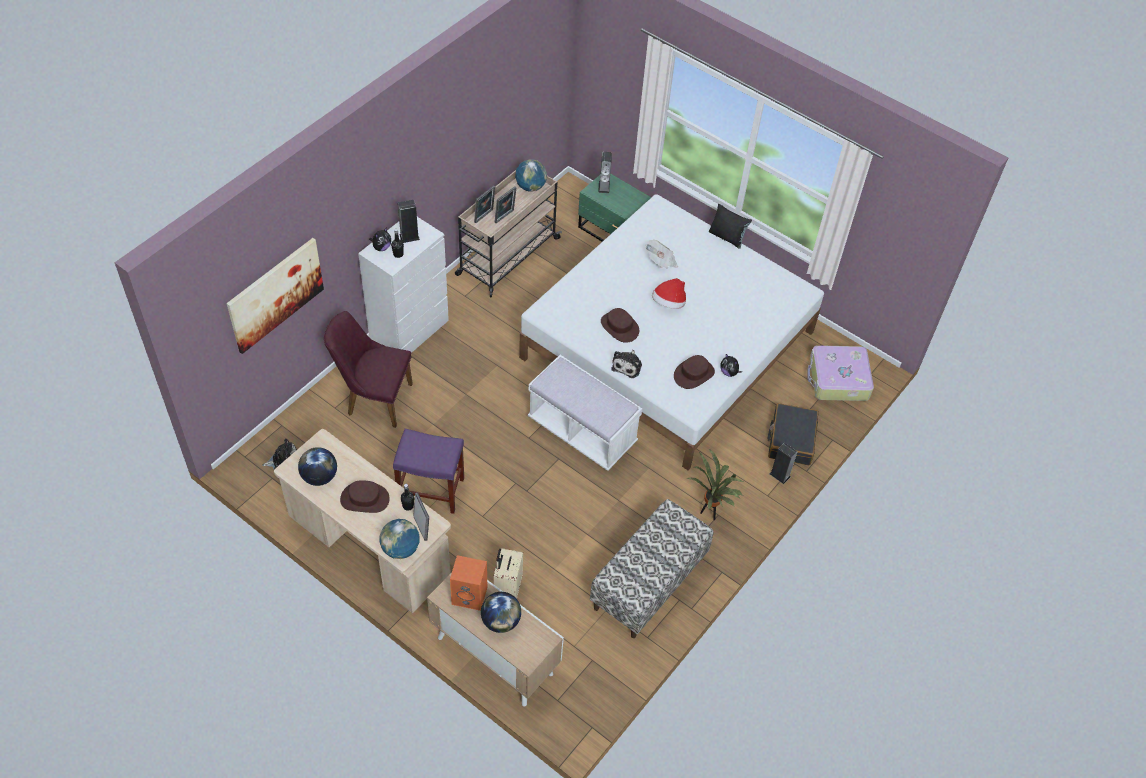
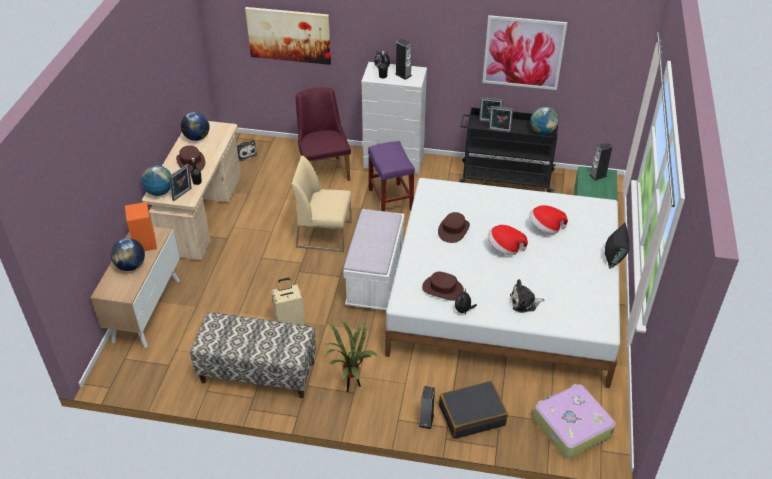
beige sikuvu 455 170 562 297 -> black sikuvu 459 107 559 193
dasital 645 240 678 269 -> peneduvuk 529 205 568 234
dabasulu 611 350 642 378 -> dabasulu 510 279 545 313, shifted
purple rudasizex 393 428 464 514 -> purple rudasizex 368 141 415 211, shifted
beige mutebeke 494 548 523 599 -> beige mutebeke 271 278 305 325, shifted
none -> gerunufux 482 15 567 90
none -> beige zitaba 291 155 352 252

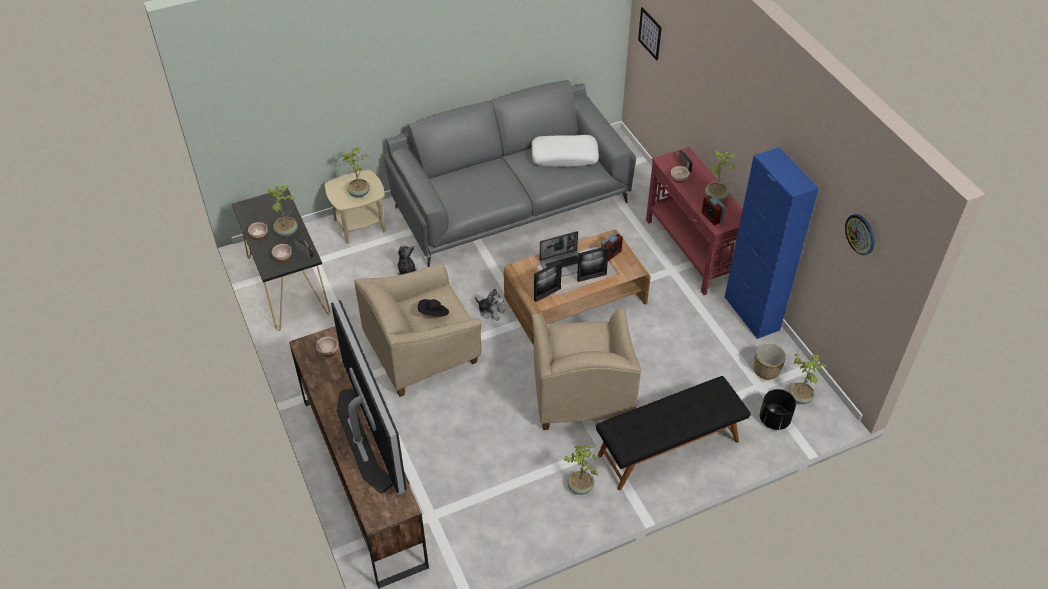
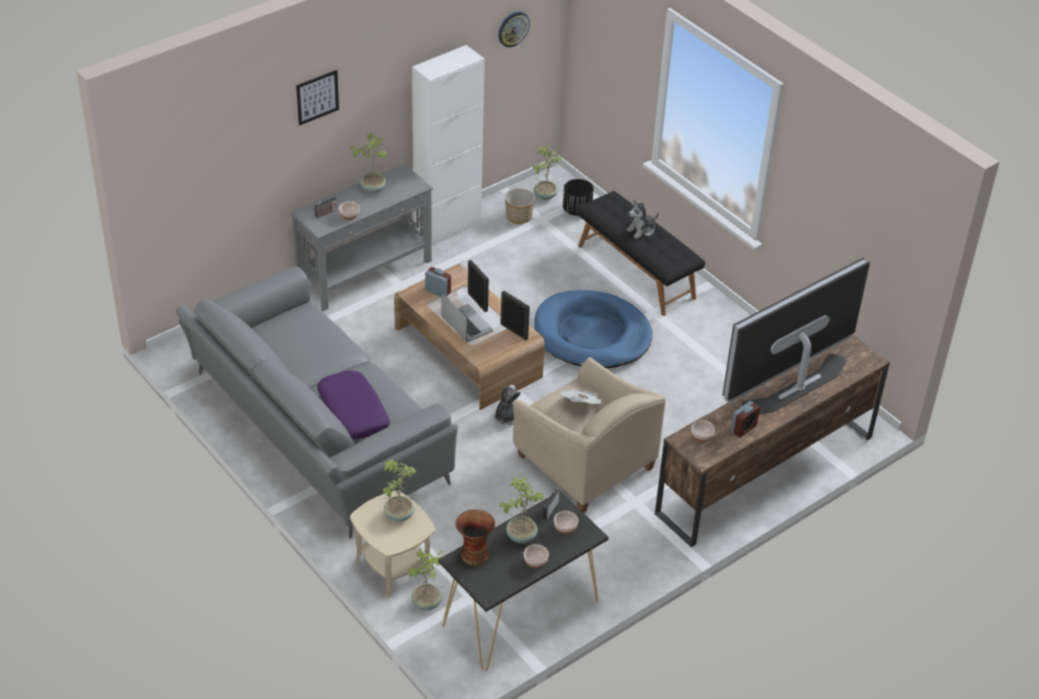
gerunufux 638 7 662 61 -> gerunufux 296 70 339 125, shifted
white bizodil 531 135 599 167 -> none
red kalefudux 646 147 743 295 -> grey kalefudux 291 163 433 311
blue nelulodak 724 147 819 339 -> white nelulodak 412 45 485 245
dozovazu 702 194 725 225 -> dozovazu 730 401 760 437, shifted
dabasulu 397 244 417 275 -> dabasulu 626 200 659 239, shifted
black peneduvuk 418 299 449 317 -> dasital 560 389 602 404
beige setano 532 308 641 430 -> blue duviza 534 290 652 369
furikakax 564 445 598 495 -> furikakax 407 549 444 610, shifted
none -> purple bizodil 317 370 390 439
none -> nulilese 456 509 495 566

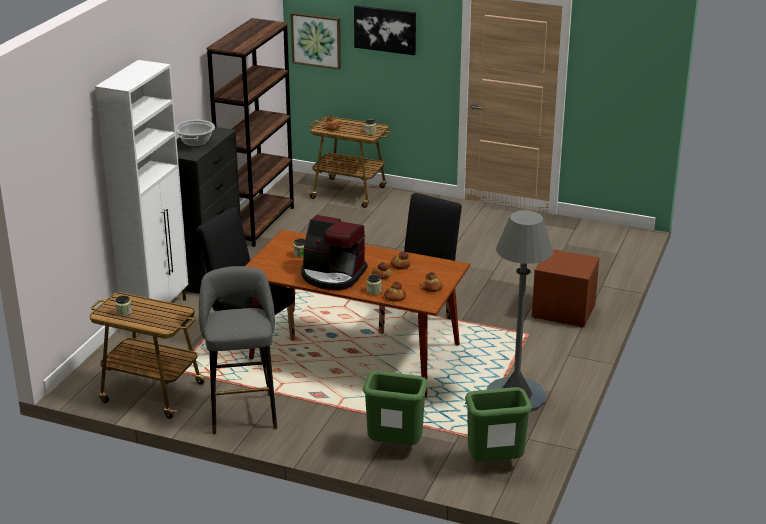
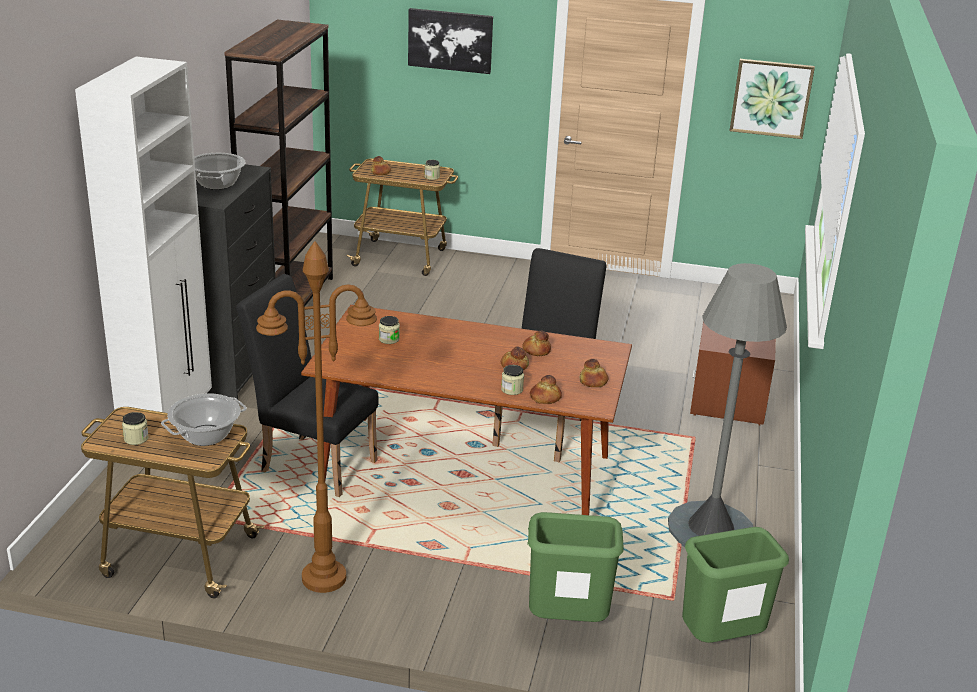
gerunufux 290 12 341 70 -> gerunufux 729 59 815 139, shifted
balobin 301 215 368 290 -> none
grey rudasizex 199 266 277 434 -> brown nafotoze 256 241 377 593
none -> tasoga 161 393 247 446

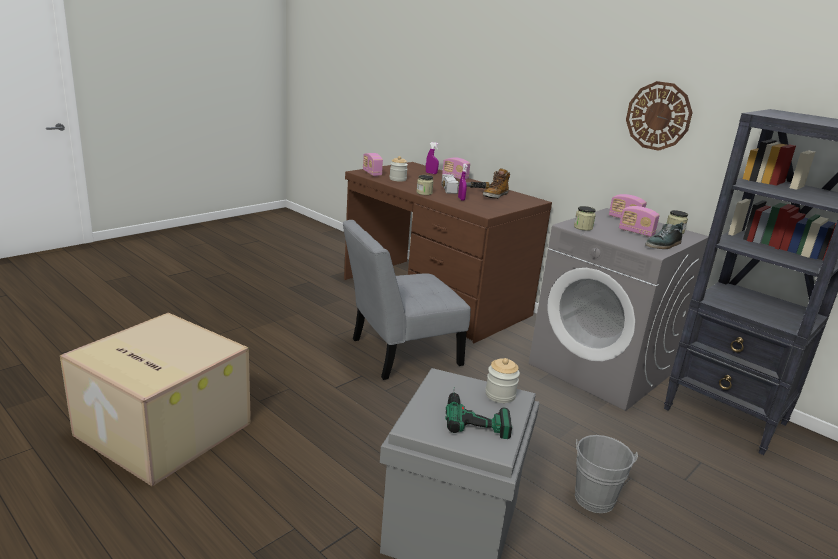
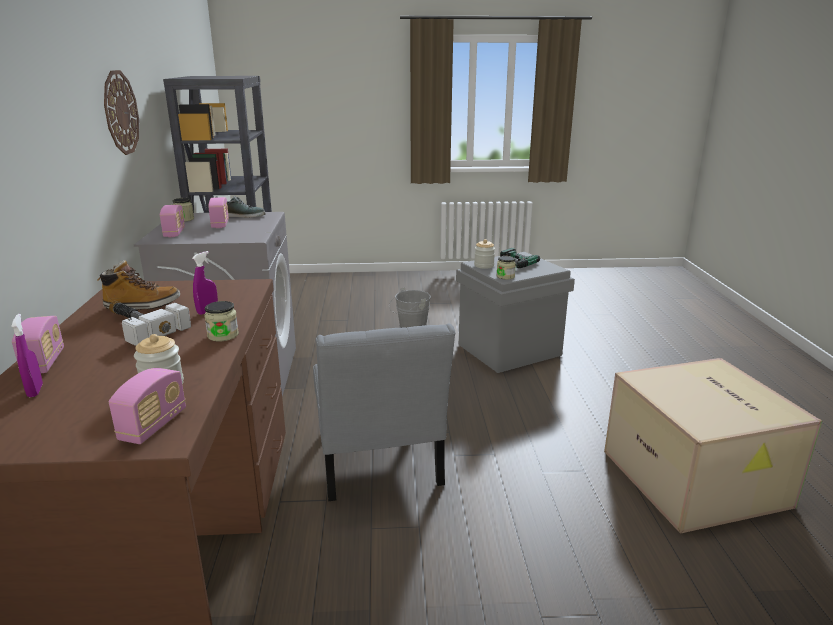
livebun 574 206 596 231 -> livebun 497 256 516 279, shifted
grey zitaba 342 220 471 380 -> grey zitaba 313 323 456 501, 60 degrees clockwise

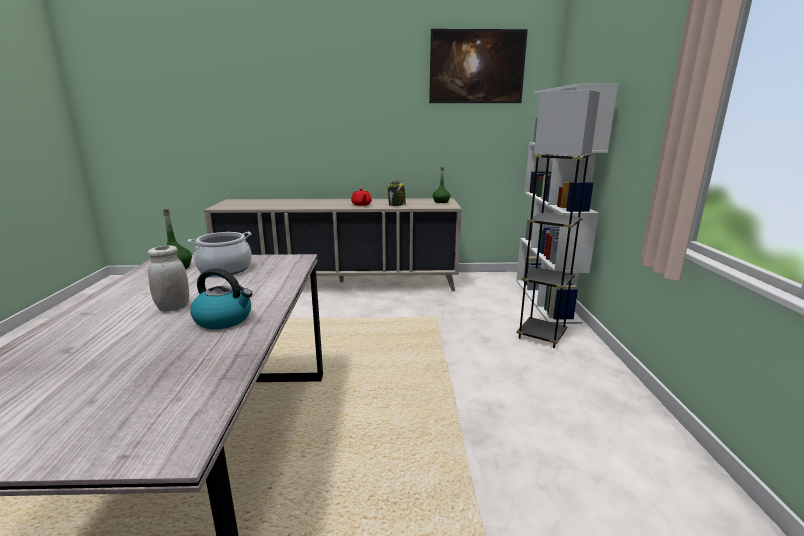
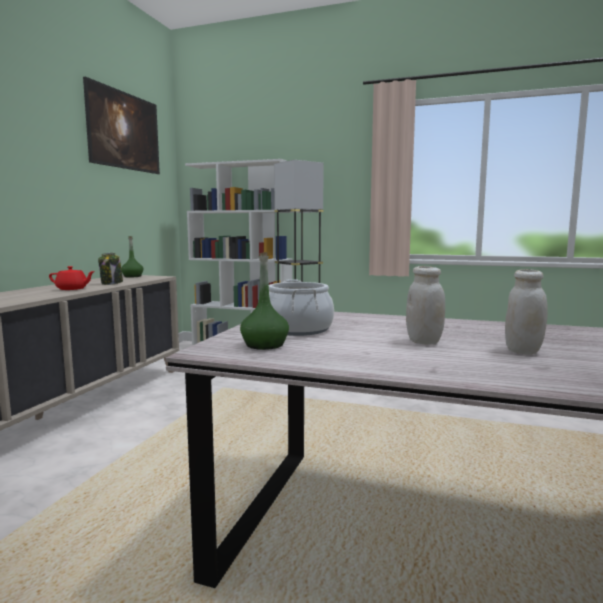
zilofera 190 268 253 330 -> none
none -> white livebun 505 269 548 355

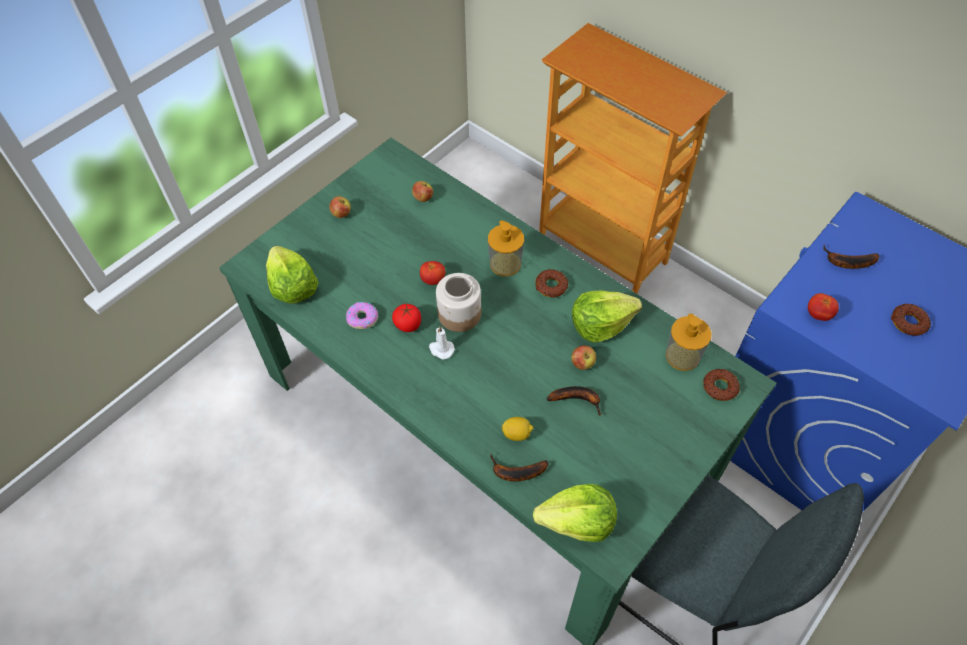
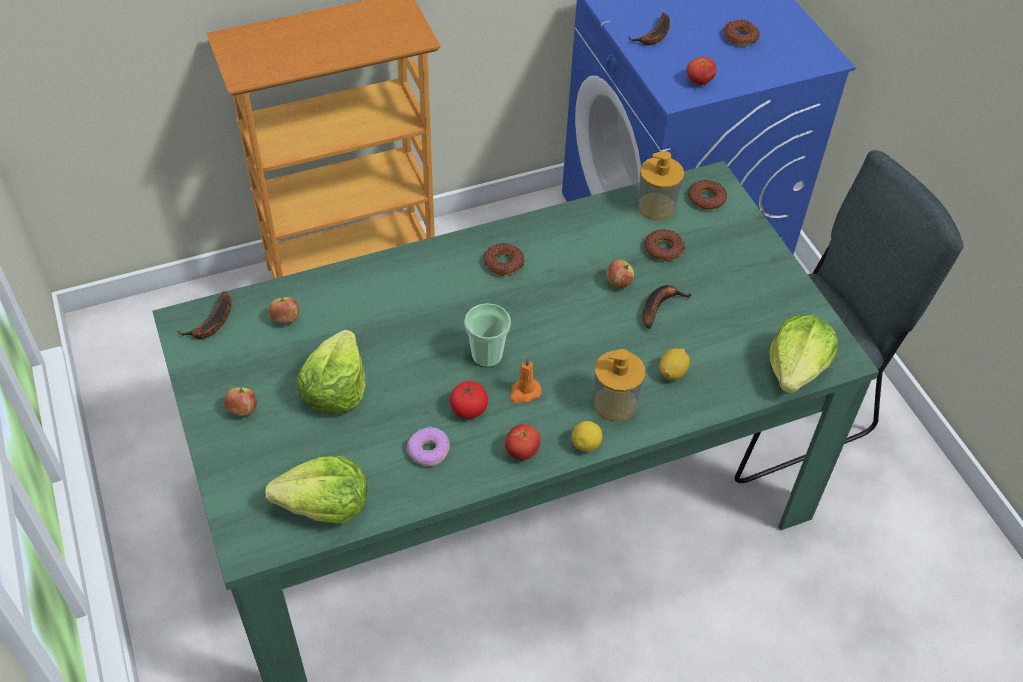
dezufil 488 220 524 276 -> dezufil 593 349 645 422, shifted
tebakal 420 261 446 285 -> tebakal 505 424 541 460, shifted
livebun 436 273 481 332 -> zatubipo 464 303 511 368
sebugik 572 290 642 343 -> sebugik 296 330 366 413, shifted
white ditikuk 429 326 455 359 -> orange ditikuk 509 357 542 403
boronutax 490 455 549 481 -> boronutax 177 292 231 339, shifted
none -> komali 644 229 685 261
none -> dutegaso 572 421 602 452

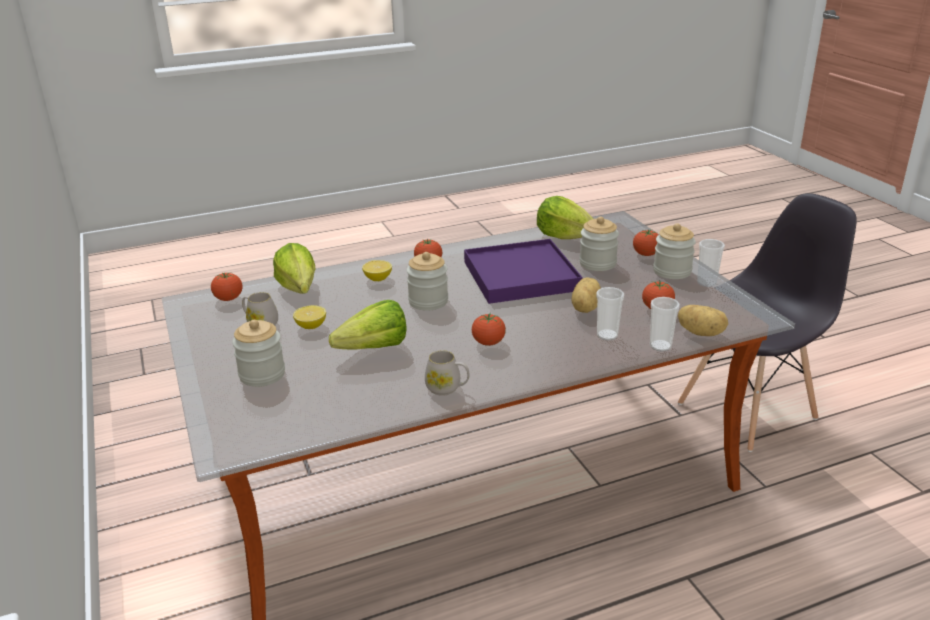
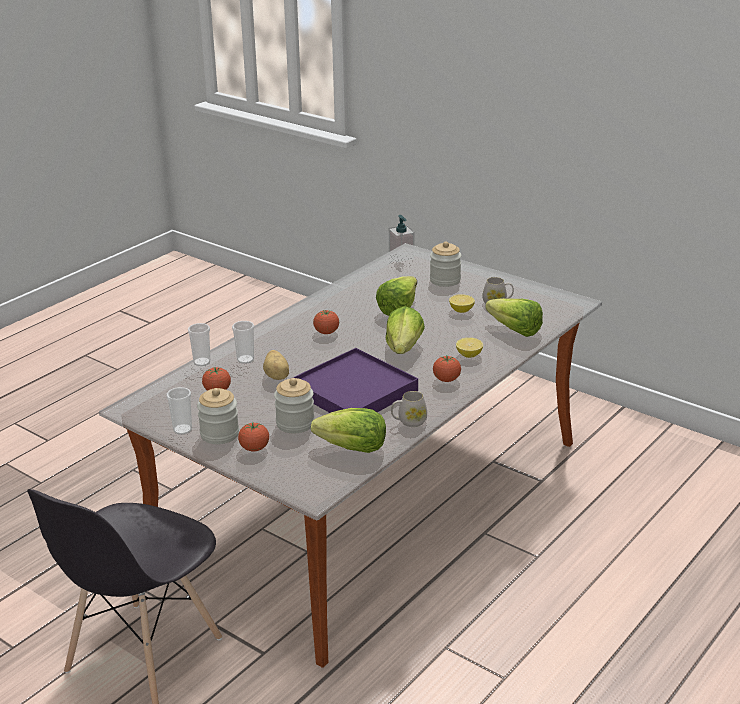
livebun 406 252 448 311 -> sebugik 386 306 425 354
tebakal 211 272 243 301 -> none
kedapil 678 305 728 336 -> none
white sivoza 425 350 470 396 -> white sivoza 391 391 427 427, shifted
none -> dezufil 389 215 414 262

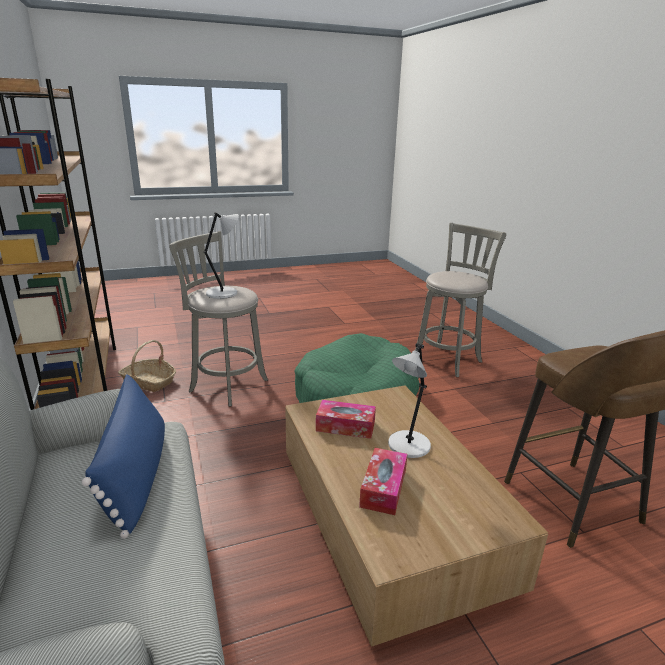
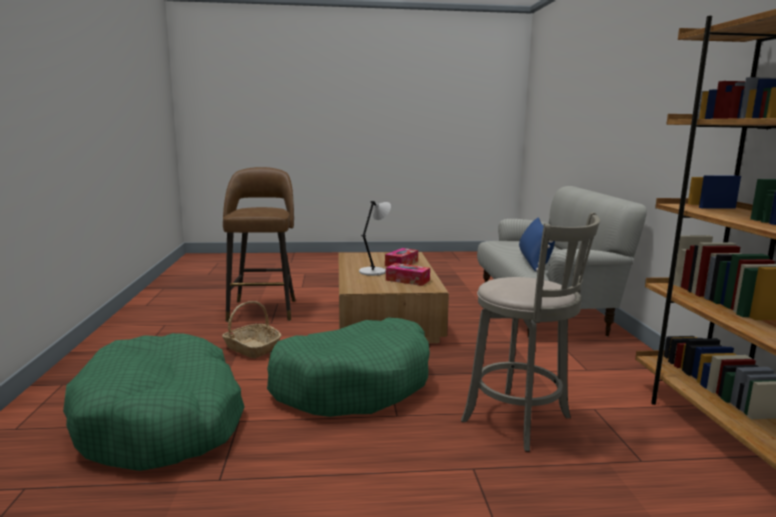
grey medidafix 204 212 239 299 -> none
grey rudasizex 415 223 506 377 -> green duviza 63 333 245 471
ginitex 118 340 176 392 -> ginitex 222 301 282 358, shifted

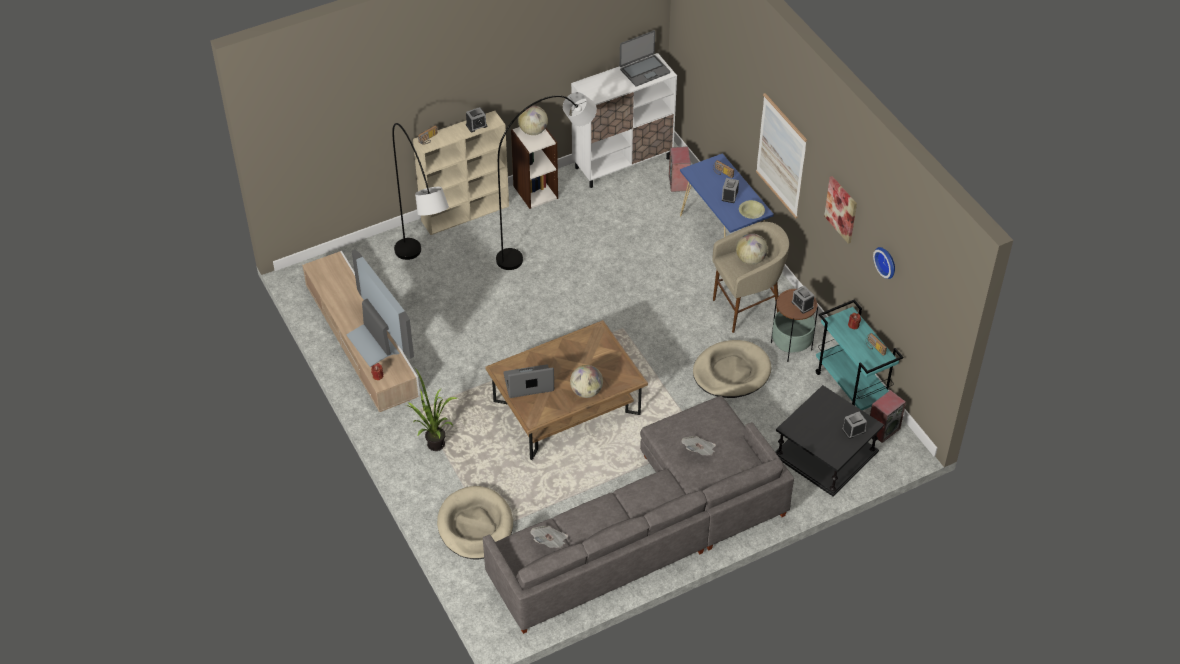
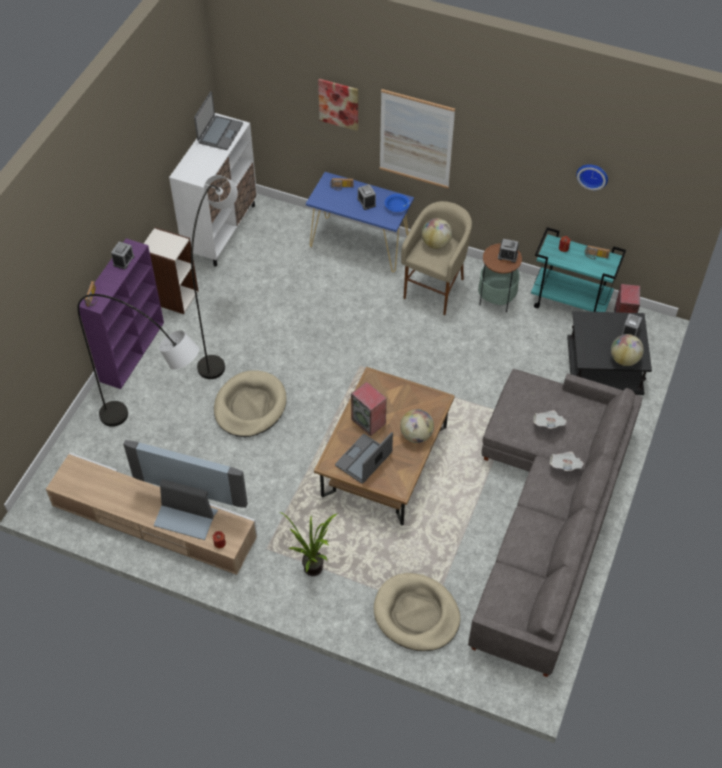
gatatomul 518 106 548 135 -> gatatomul 611 334 644 366, shifted
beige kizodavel 413 111 509 235 -> purple kizodavel 79 238 164 389
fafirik 669 147 691 192 -> fafirik 351 382 387 436, shifted
gerunufux 824 176 857 244 -> gerunufux 318 79 358 131, shifted
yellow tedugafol 739 200 765 219 -> blue tedugafol 384 194 410 212
beige duviza 693 340 771 398 -> beige duviza 214 370 287 437, shifted
dasital 530 526 568 548 -> dasital 550 452 584 471, shifted

